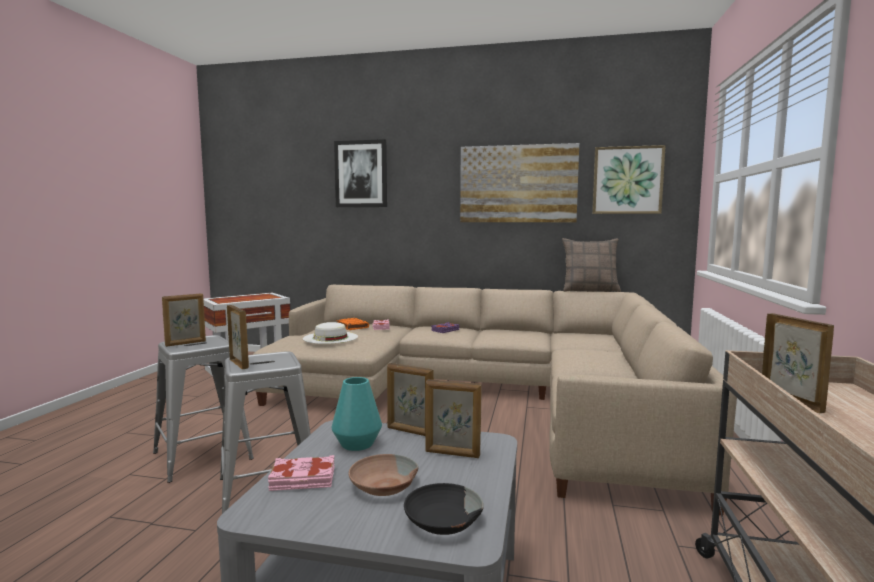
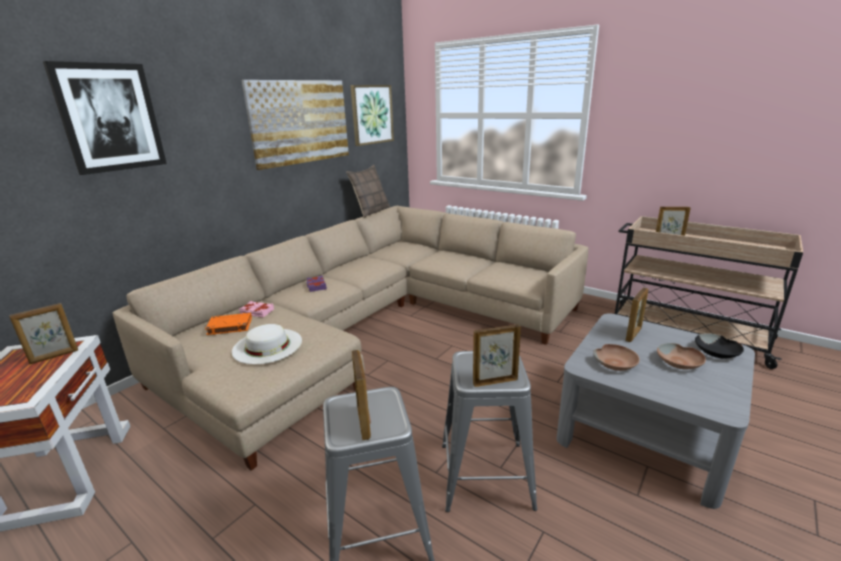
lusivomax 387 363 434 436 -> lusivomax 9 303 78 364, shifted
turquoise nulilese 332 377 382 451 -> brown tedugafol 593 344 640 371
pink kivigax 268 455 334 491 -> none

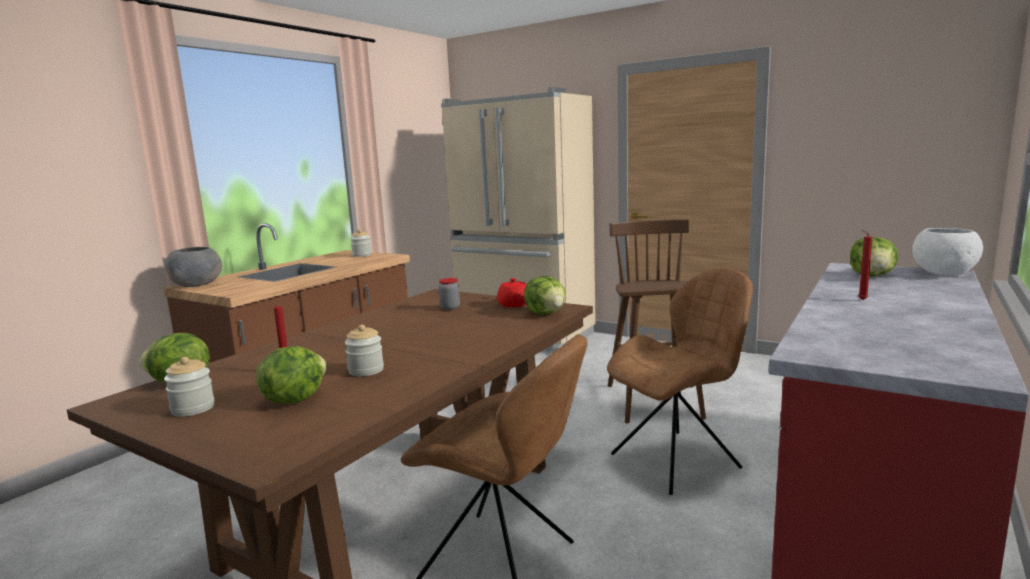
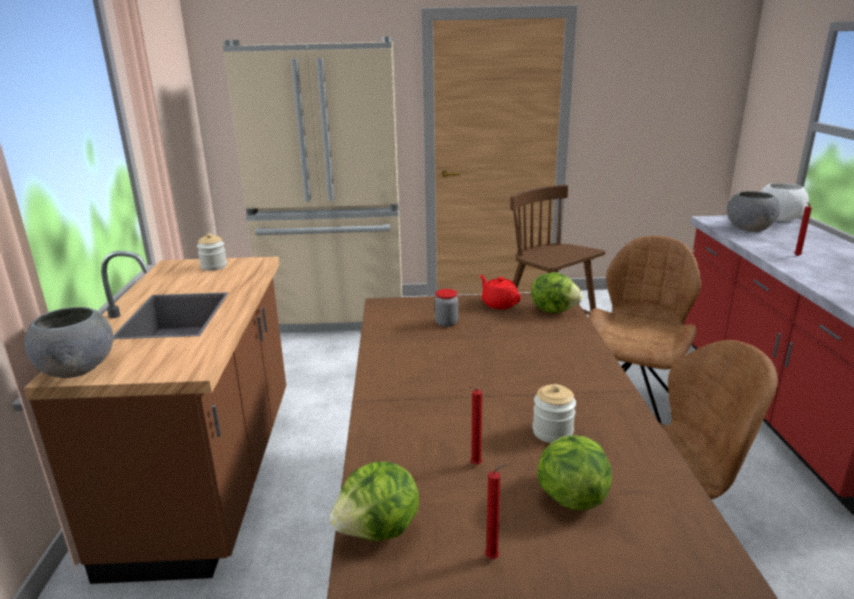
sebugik 850 237 898 276 -> grey tedugafol 727 191 780 232
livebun 164 357 215 416 -> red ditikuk 485 463 507 559

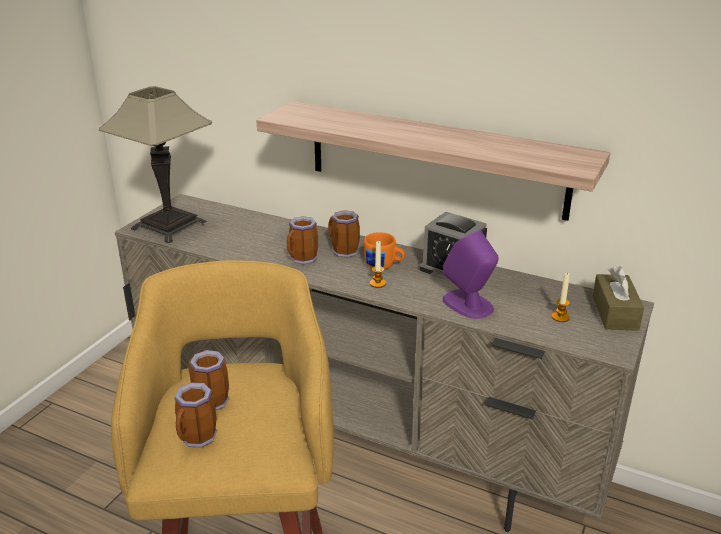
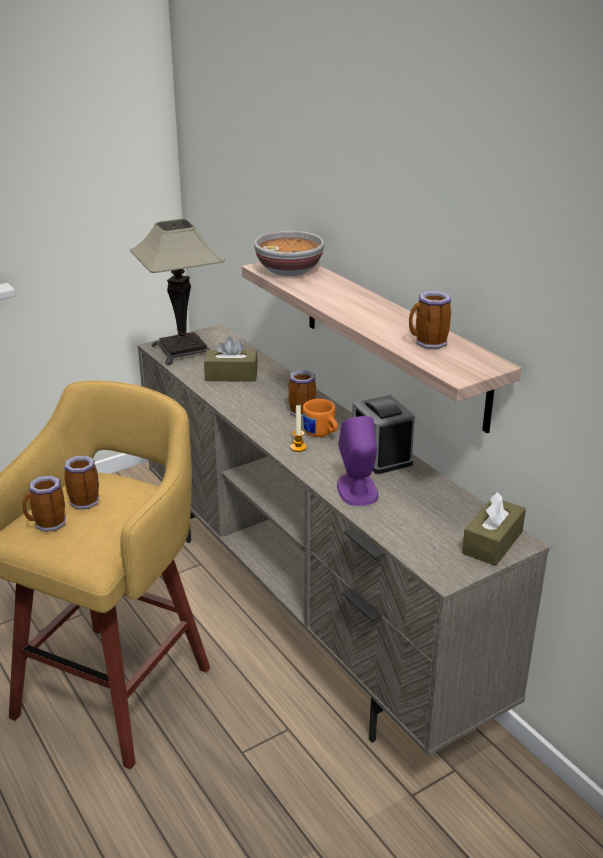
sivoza 287 216 318 265 -> sivoza 409 291 451 349, shifted
ditikuk 552 272 570 322 -> none
none -> tedugafol 254 231 324 276
none -> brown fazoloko 204 337 258 381

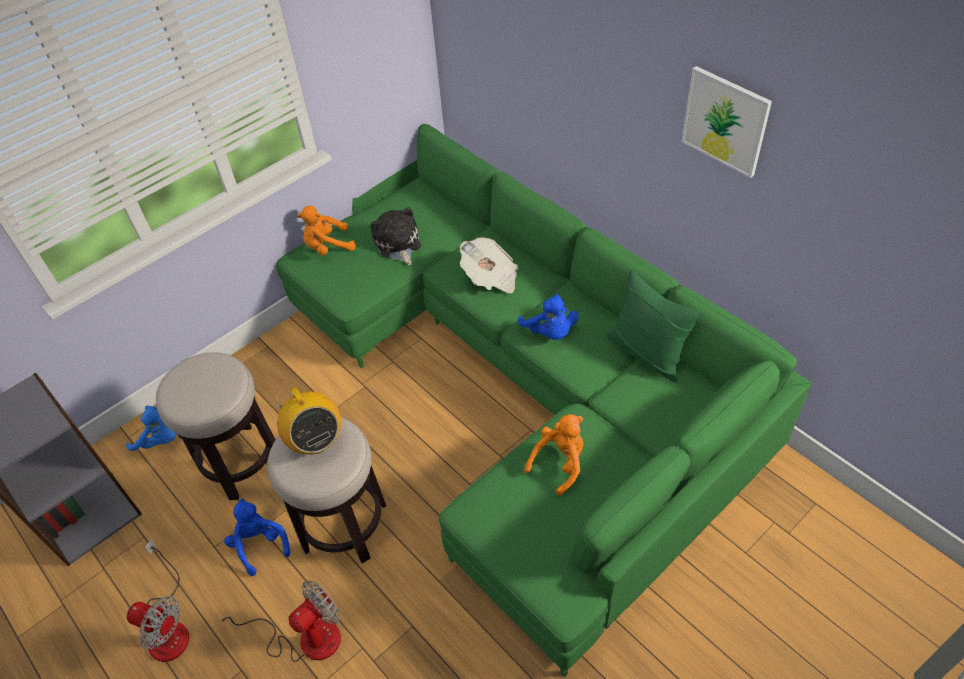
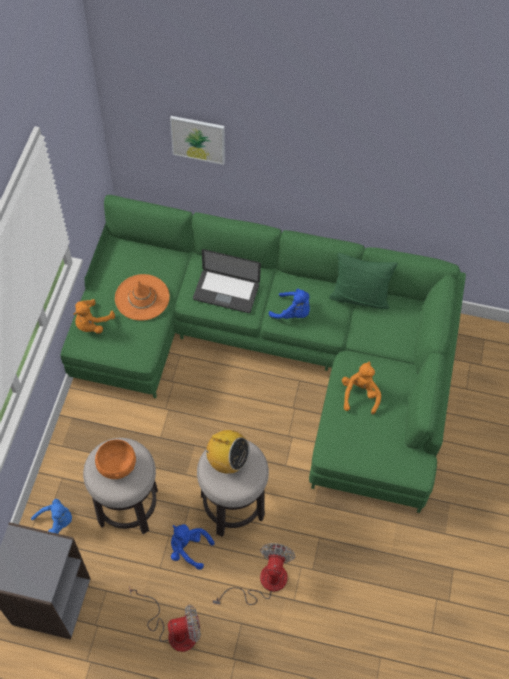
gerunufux 681 66 772 178 -> gerunufux 170 116 225 165, shifted
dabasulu 370 207 421 265 -> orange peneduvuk 115 274 170 321
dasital 460 237 518 293 -> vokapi 193 249 261 313
none -> orange tedugafol 95 440 136 479

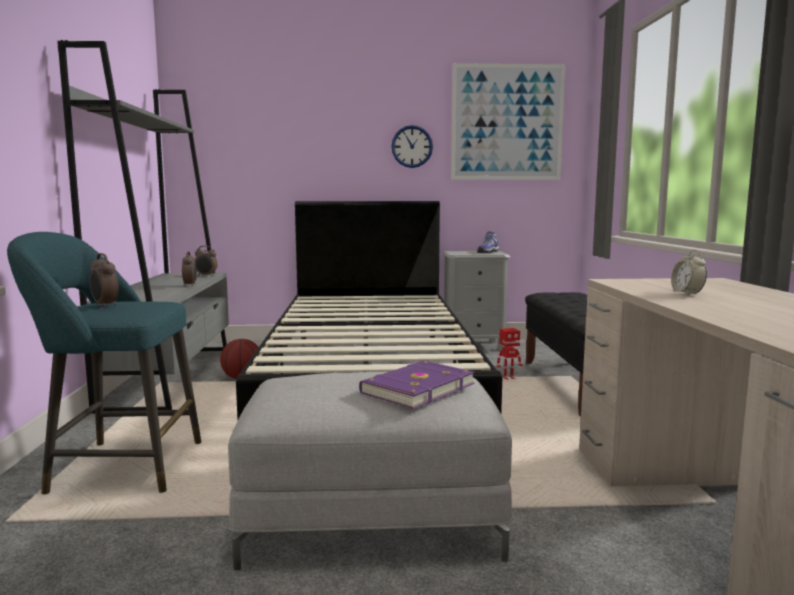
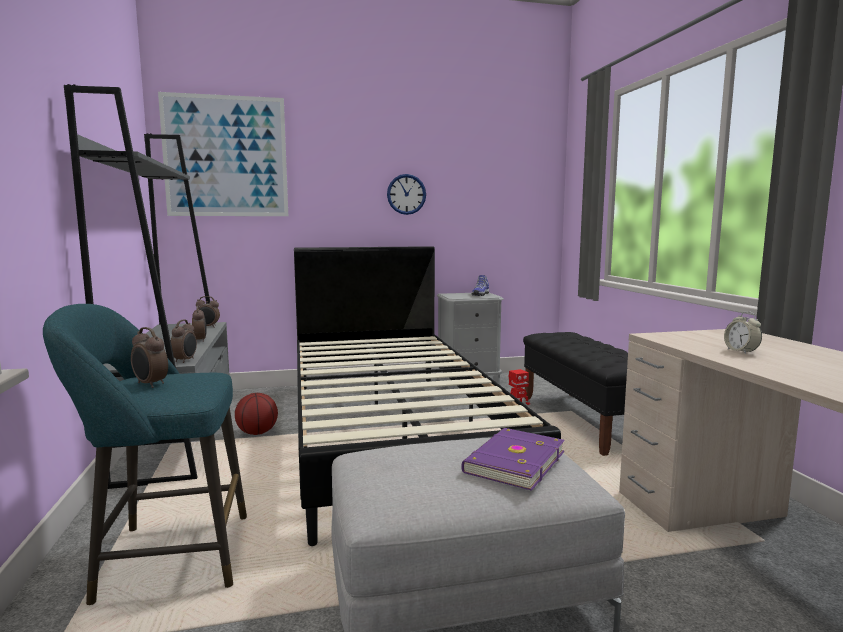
gerunufux 451 63 566 180 -> gerunufux 158 92 288 216, shifted
none -> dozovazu 171 320 197 363

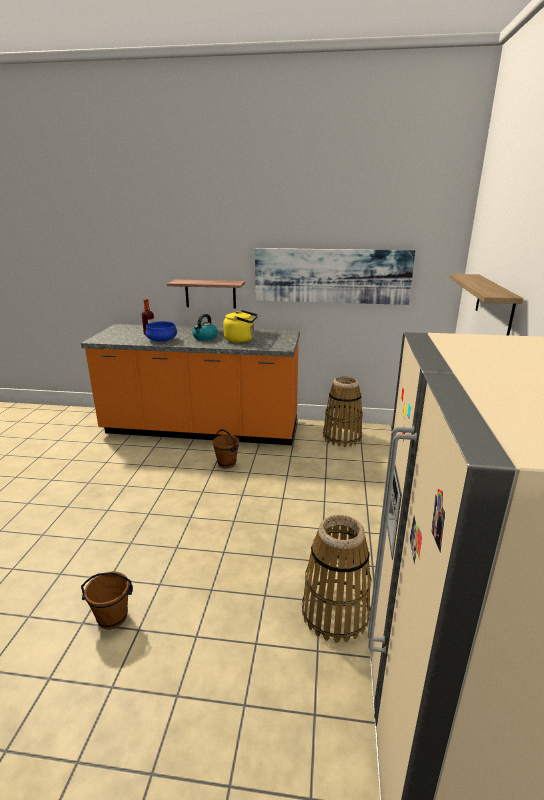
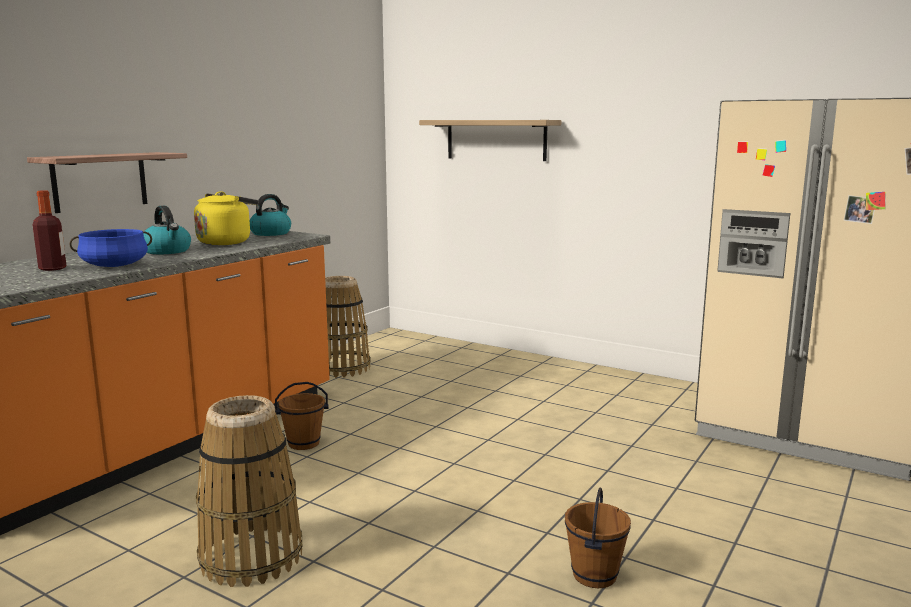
gerunufux 255 248 415 305 -> none
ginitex 302 515 372 643 -> ginitex 196 395 302 587, shifted
none -> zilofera 250 194 291 236

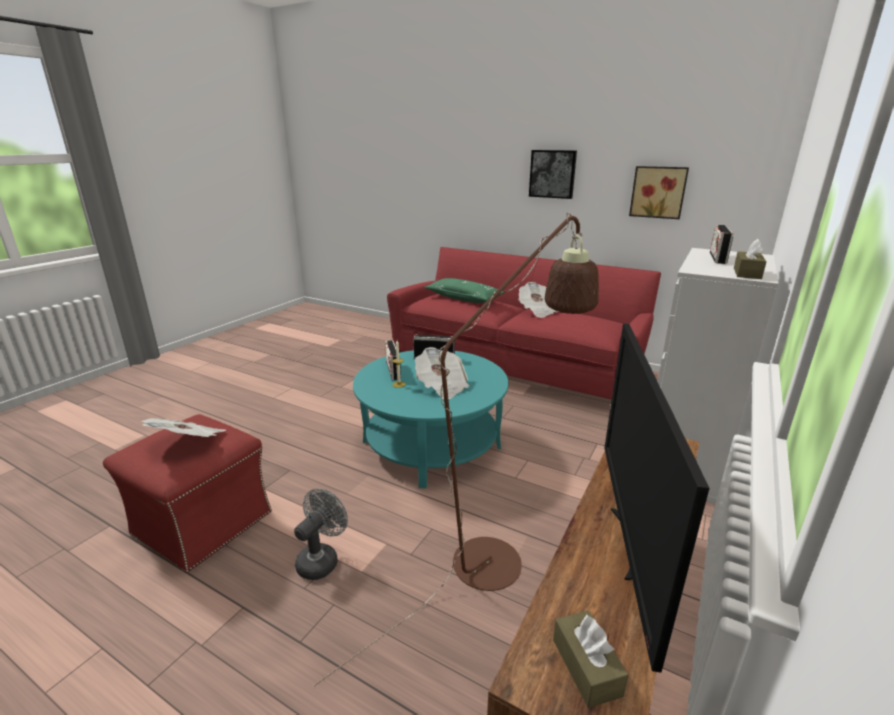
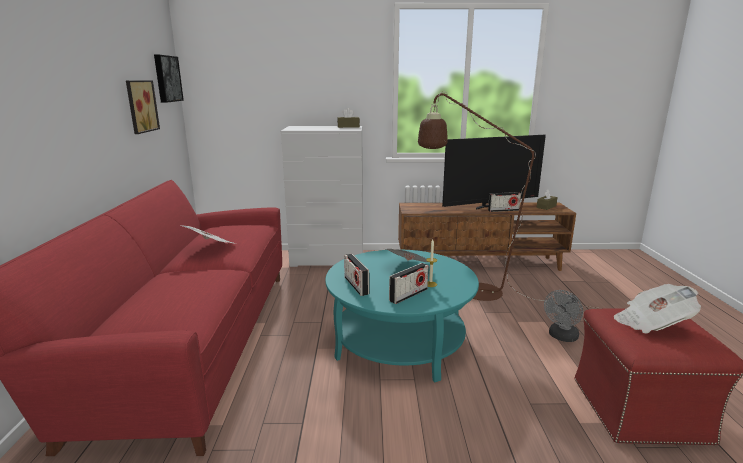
gerunufux 529 150 577 199 -> gerunufux 154 55 184 103, shifted
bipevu 710 225 733 264 -> bipevu 488 192 521 212, shifted
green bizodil 424 278 505 303 -> none
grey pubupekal 294 488 348 580 -> grey pubupekal 544 290 583 342, 45 degrees counterclockwise

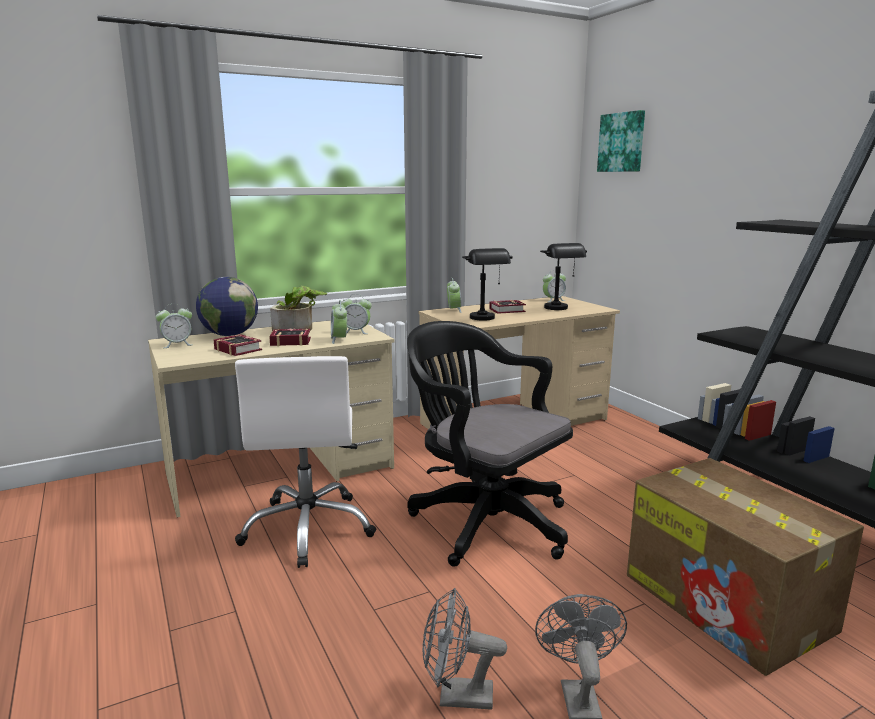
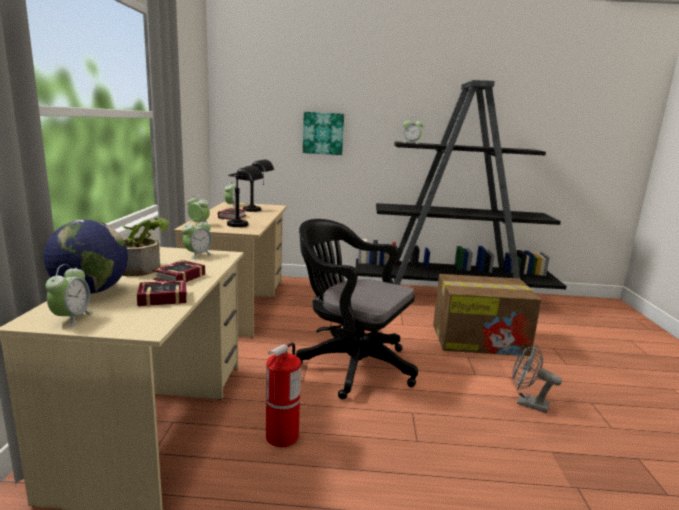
gerunufux 597 110 645 172 -> gerunufux 303 112 344 155, shifted
dozovazu 331 300 347 344 -> dozovazu 403 117 424 144, shifted
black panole 407 321 573 567 -> black panole 296 219 418 399, 45 degrees clockwise
white panole 235 356 376 568 -> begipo 266 343 301 447
grey pubupekal 422 588 507 710 -> none

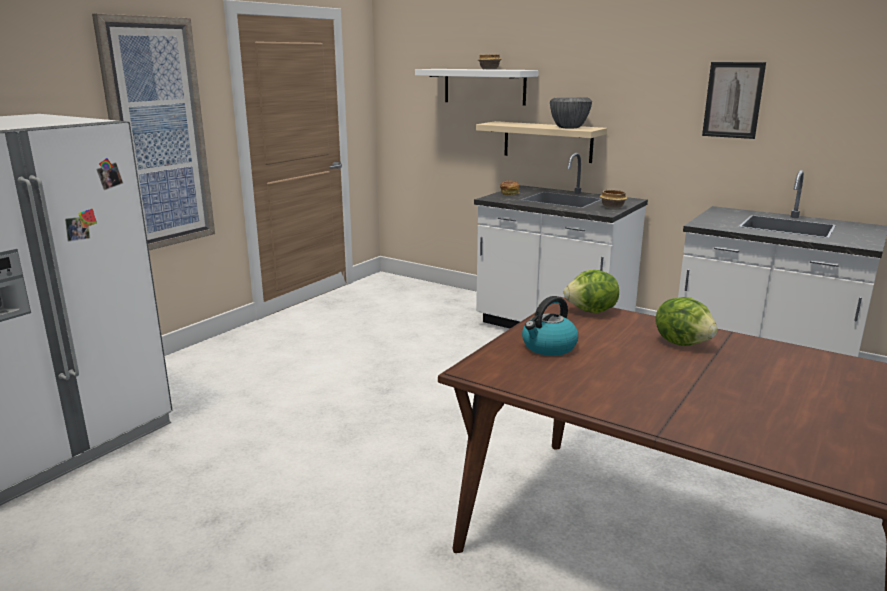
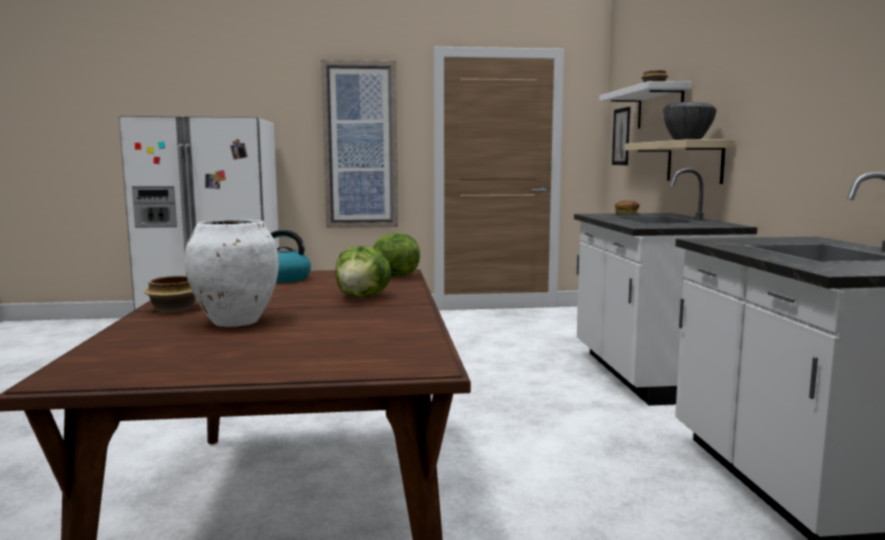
gerunufux 702 62 766 139 -> gerunufux 612 107 630 165, shifted
tedugafol 600 190 628 209 -> tedugafol 144 275 196 312, shifted
none -> white nulilese 185 219 279 327

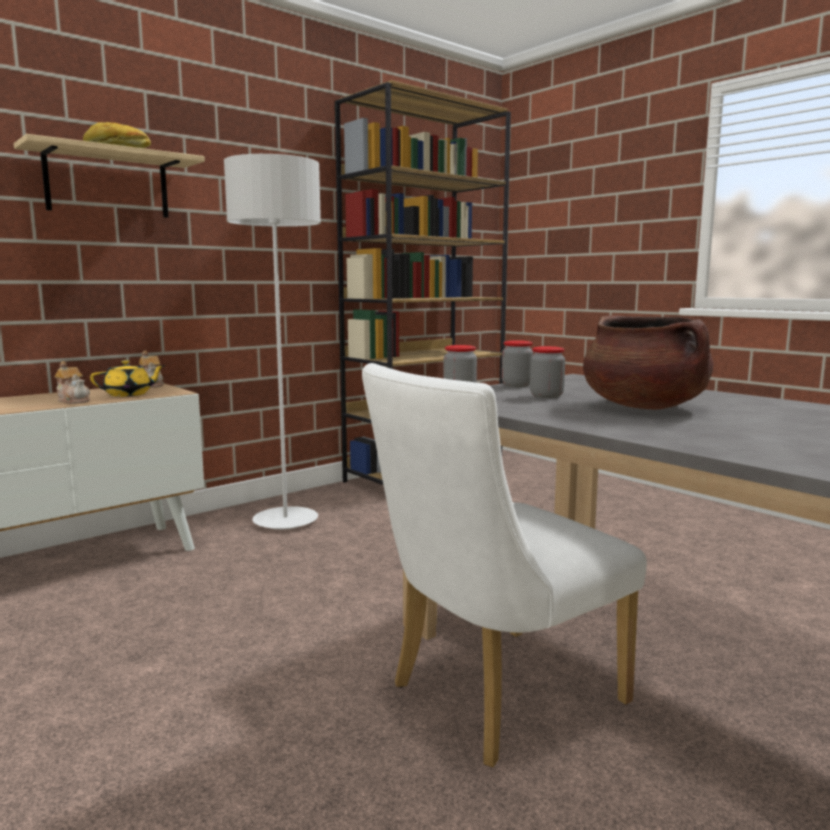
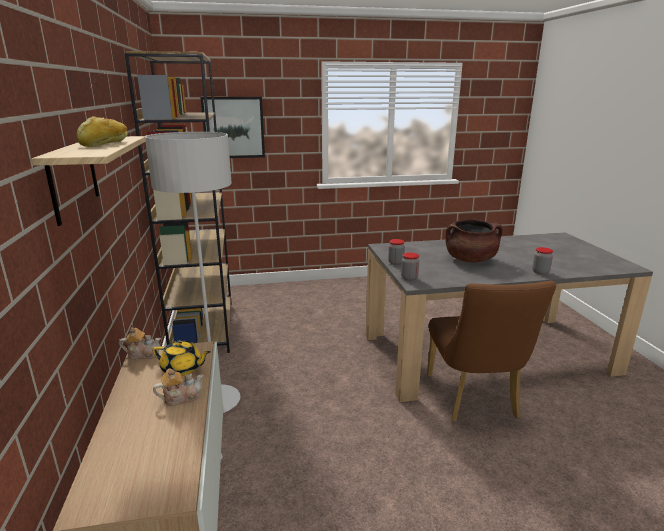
livebun 530 346 565 398 -> livebun 532 247 553 275, shifted
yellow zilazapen 90 360 165 397 -> yellow zilazapen 152 340 211 376, 105 degrees clockwise
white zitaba 362 363 647 767 -> brown zitaba 427 281 556 422
none -> gerunufux 200 97 265 158

